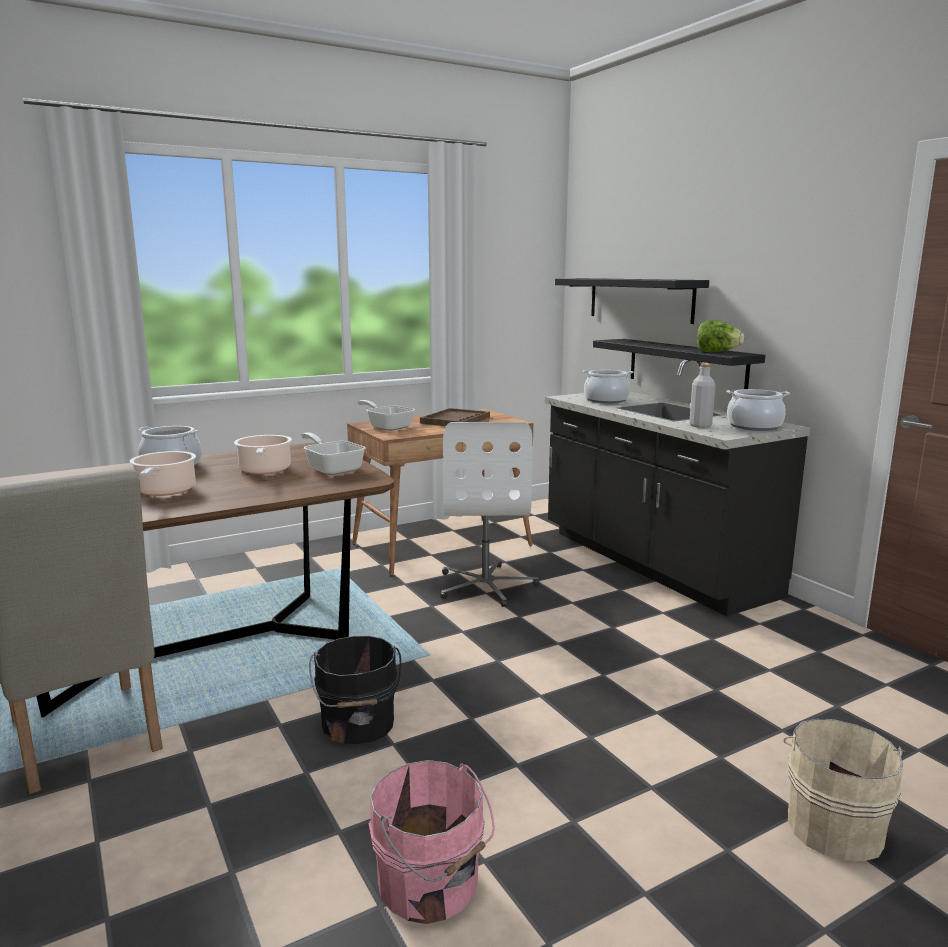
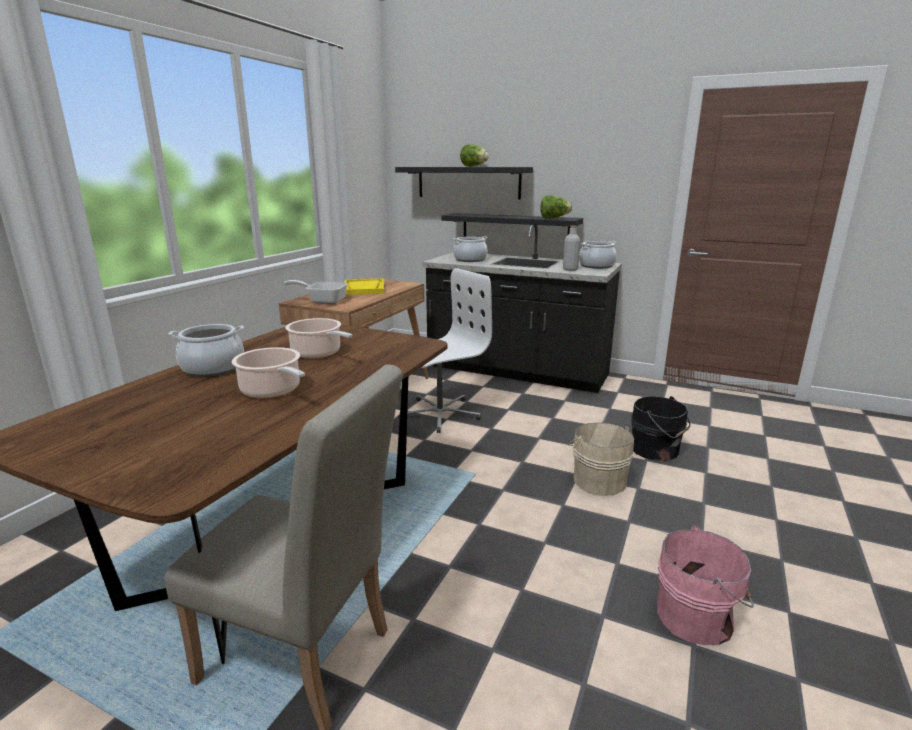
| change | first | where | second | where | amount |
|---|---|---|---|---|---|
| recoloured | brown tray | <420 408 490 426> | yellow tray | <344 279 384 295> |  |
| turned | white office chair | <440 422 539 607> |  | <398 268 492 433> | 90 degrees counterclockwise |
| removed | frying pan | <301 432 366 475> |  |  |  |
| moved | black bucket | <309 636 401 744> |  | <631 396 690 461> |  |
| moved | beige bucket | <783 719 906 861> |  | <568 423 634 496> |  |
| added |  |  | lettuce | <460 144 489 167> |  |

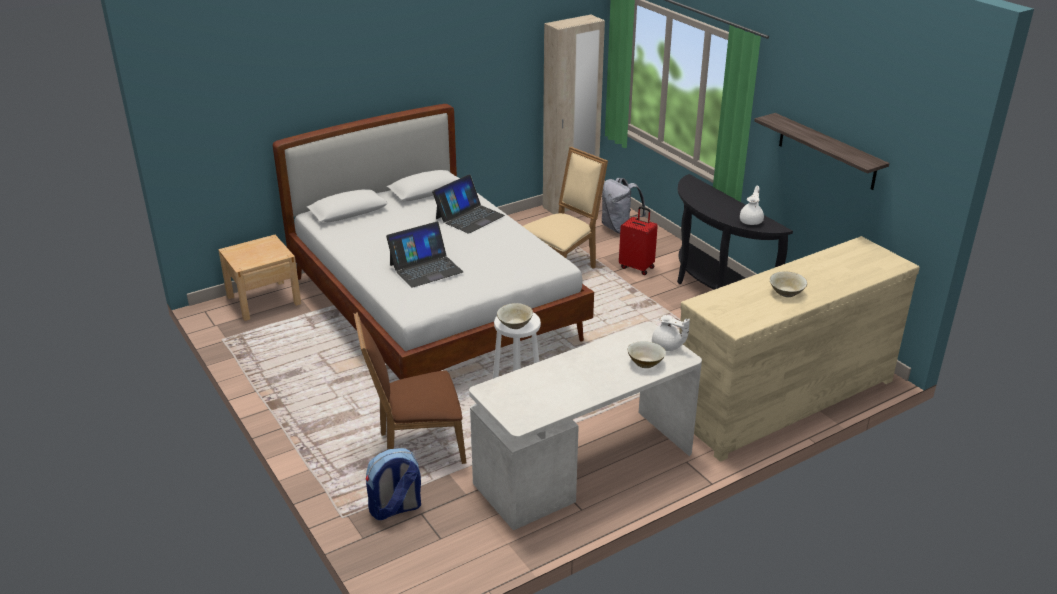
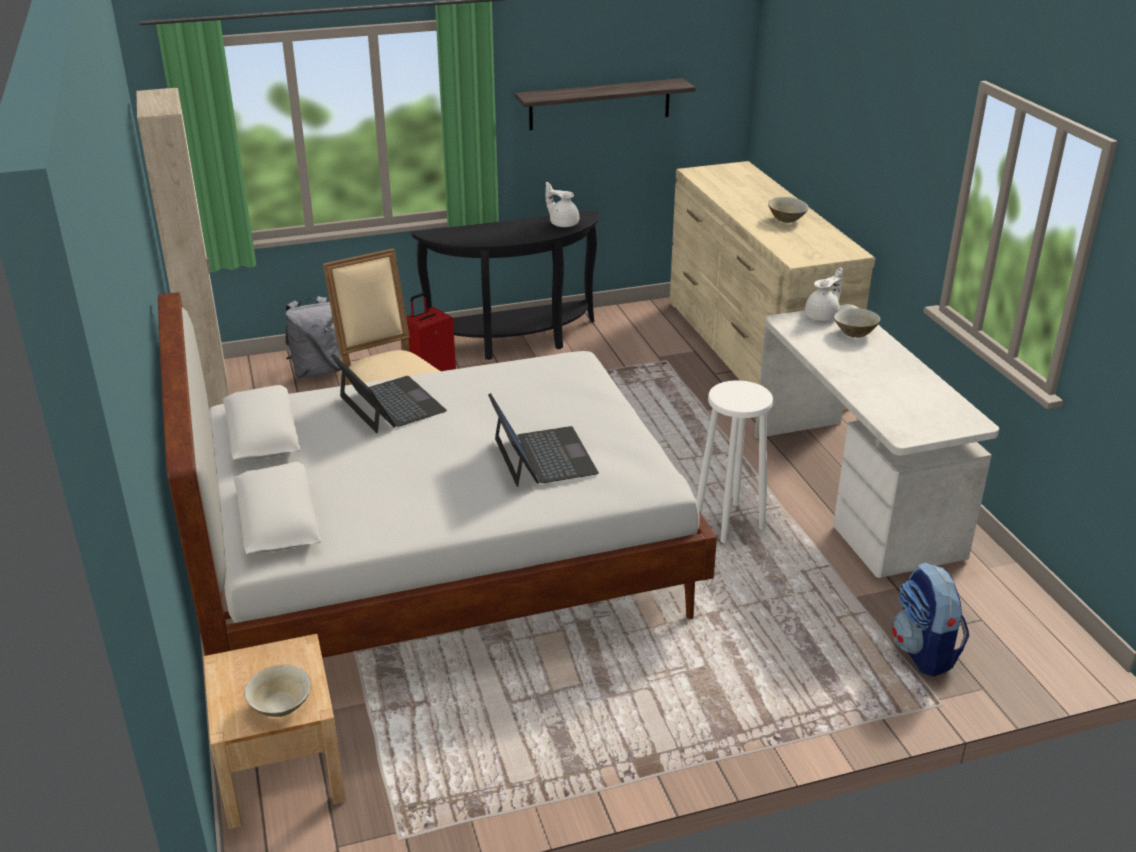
| change | first | where | second | where | amount |
|---|---|---|---|---|---|
| moved | beige bowl | <497 303 533 329> |  | <244 665 311 717> |  |
| removed | brown chair | <354 313 466 464> |  |  |  |

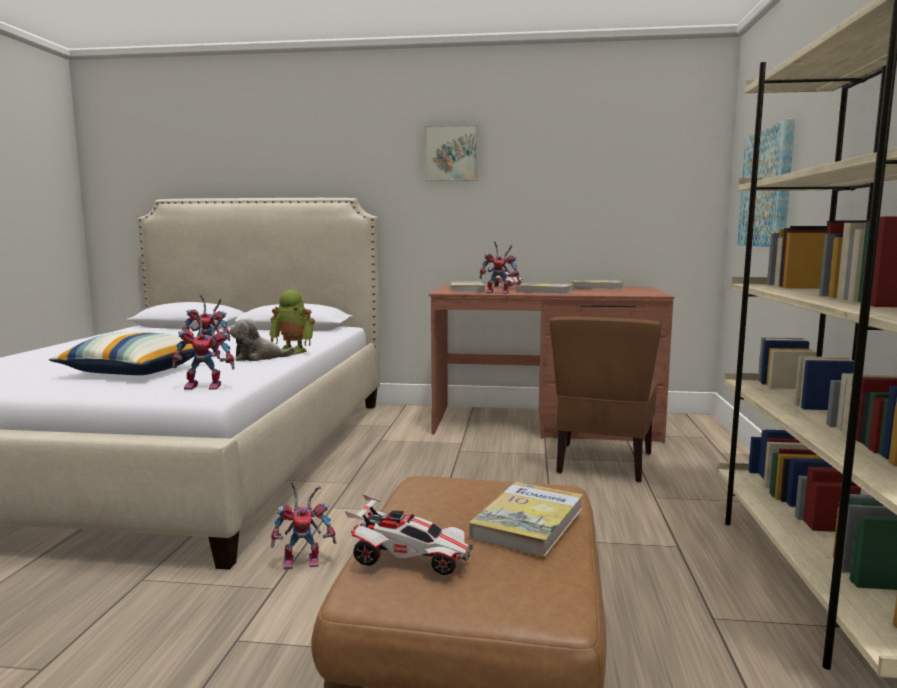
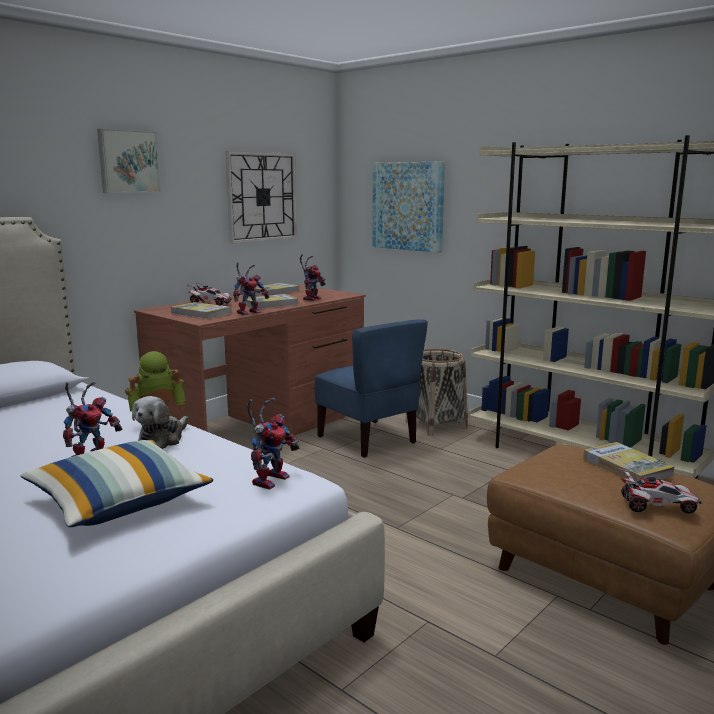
| change | first | where | second | where | amount |
|---|---|---|---|---|---|
| recoloured | brown chair | <550 316 662 482> | blue chair | <315 319 428 458> |  |
| moved | toy robot | <271 481 336 570> |  | <300 254 326 301> |  |
| turned | toy car | <345 494 473 575> |  | <618 468 702 514> | 45 degrees clockwise |
| added |  |  | wall clock | <225 151 297 244> |  |
| added |  |  | basket | <405 349 468 436> |  |

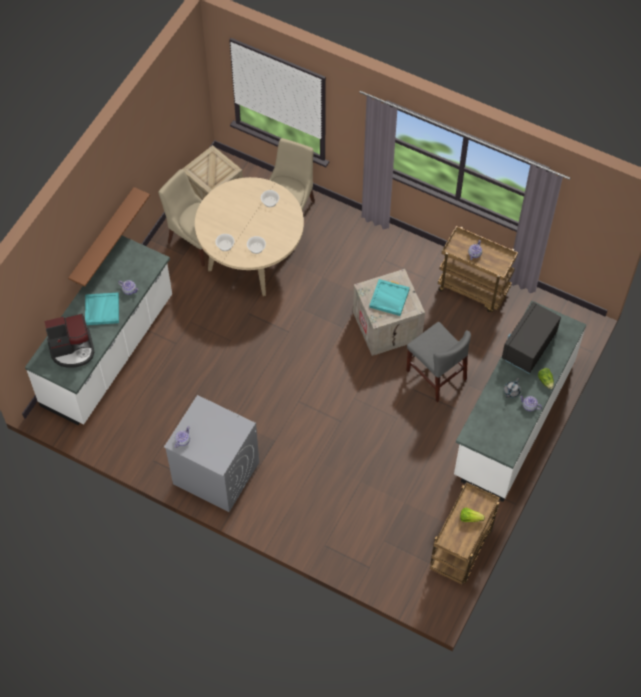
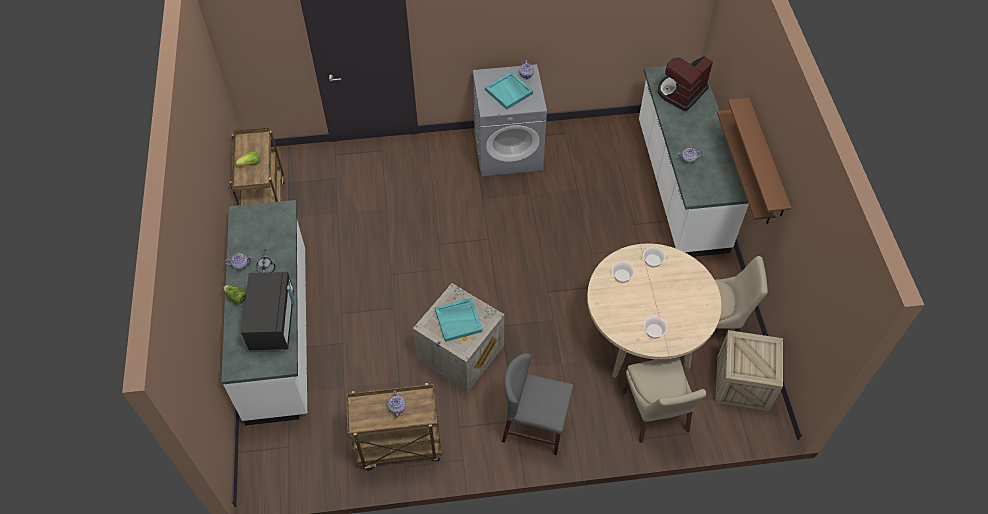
| change | first | where | second | where | amount |
|---|---|---|---|---|---|
| moved | turquoise tray | <85 293 119 325> |  | <485 72 533 110> |  |
| moved | grey chair | <407 322 471 402> |  | <502 353 574 455> |  |
| added |  |  | brown shelf | <728 98 791 216> |  |

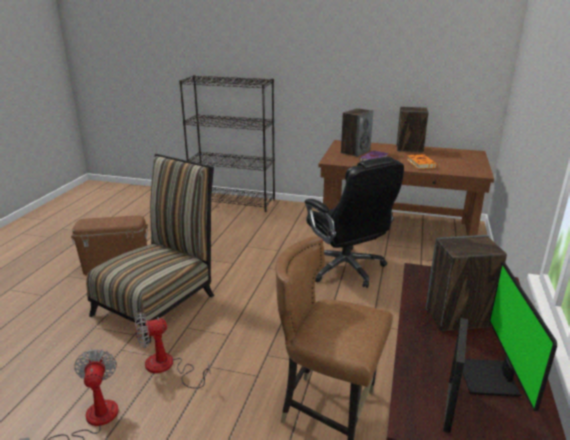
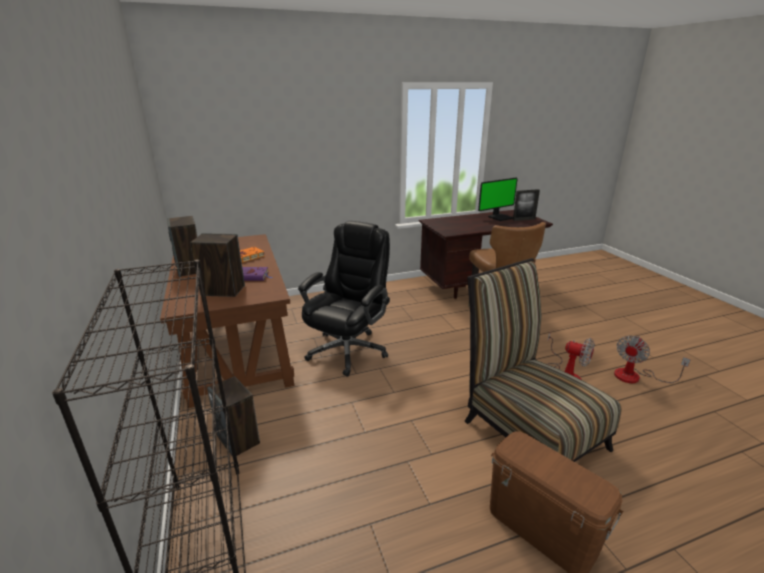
| change | first | where | second | where | amount |
|---|---|---|---|---|---|
| turned | chair | <86 154 214 345> |  | <465 258 621 462> | 60 degrees clockwise |
| moved | speaker | <426 235 507 331> |  | <207 376 260 457> |  |

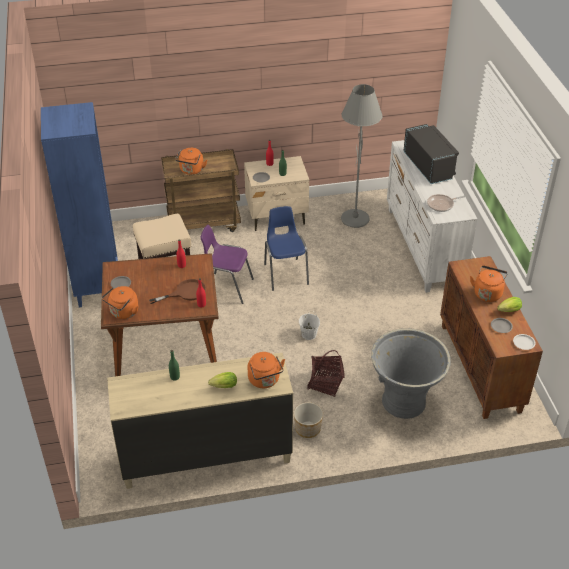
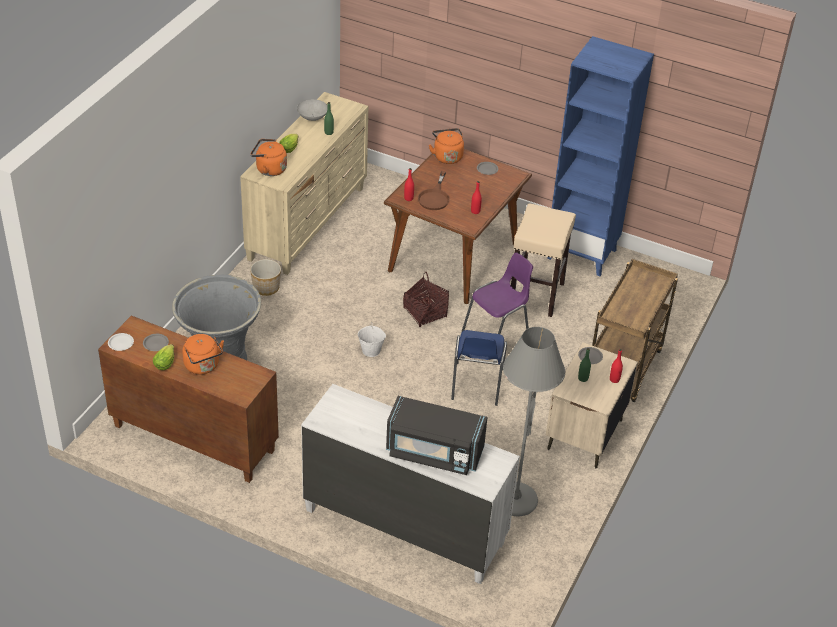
| change | first | where | second | where | amount |
|---|---|---|---|---|---|
| removed | orange kettle | <175 148 207 175> |  |  |  |
| removed | frying pan | <427 194 466 212> |  |  |  |
| turned | blue chair | <264 206 309 291> |  | <451 330 507 406> | 75 degrees clockwise |
| moved | basket | <307 350 345 397> |  | <403 272 449 327> |  |
| added |  |  | grey bowl | <297 99 328 121> |  |

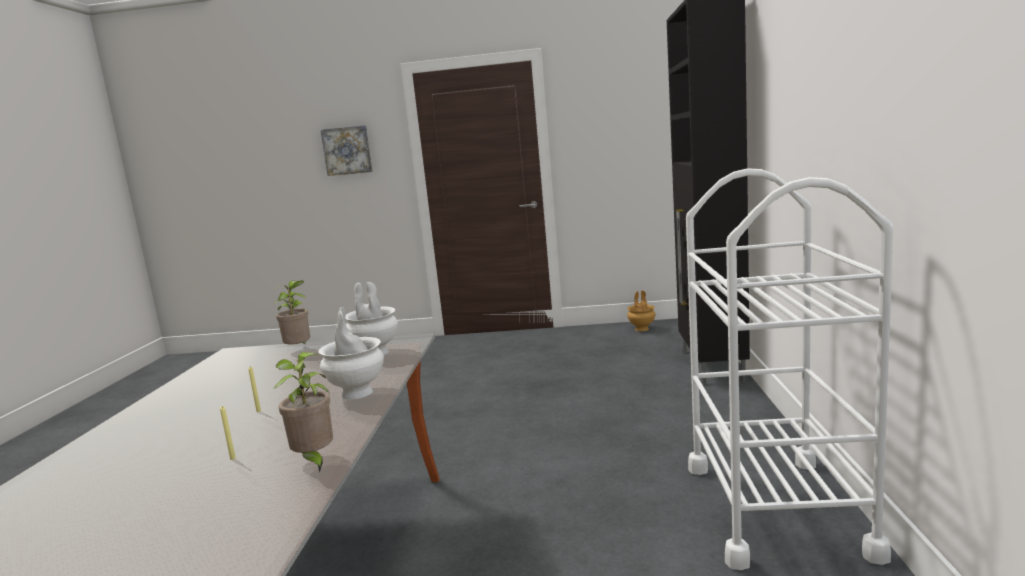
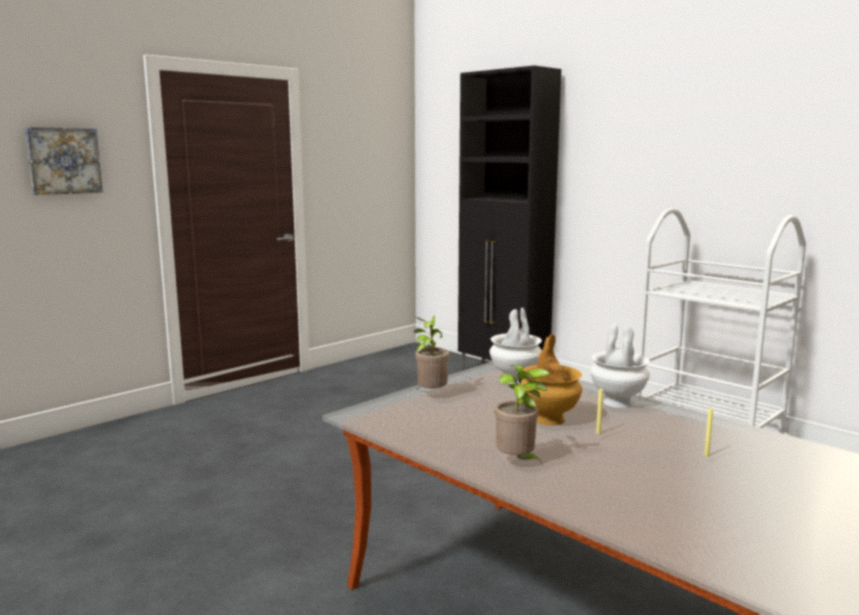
| change | first | where | second | where | amount |
|---|---|---|---|---|---|
| moved | brown vase | <627 290 655 331> |  | <520 334 582 426> |  |
| moved | potted plant | <273 352 333 473> |  | <495 365 550 463> |  |

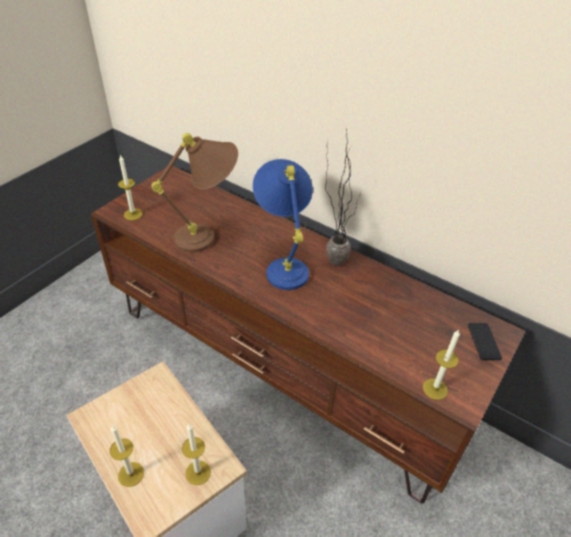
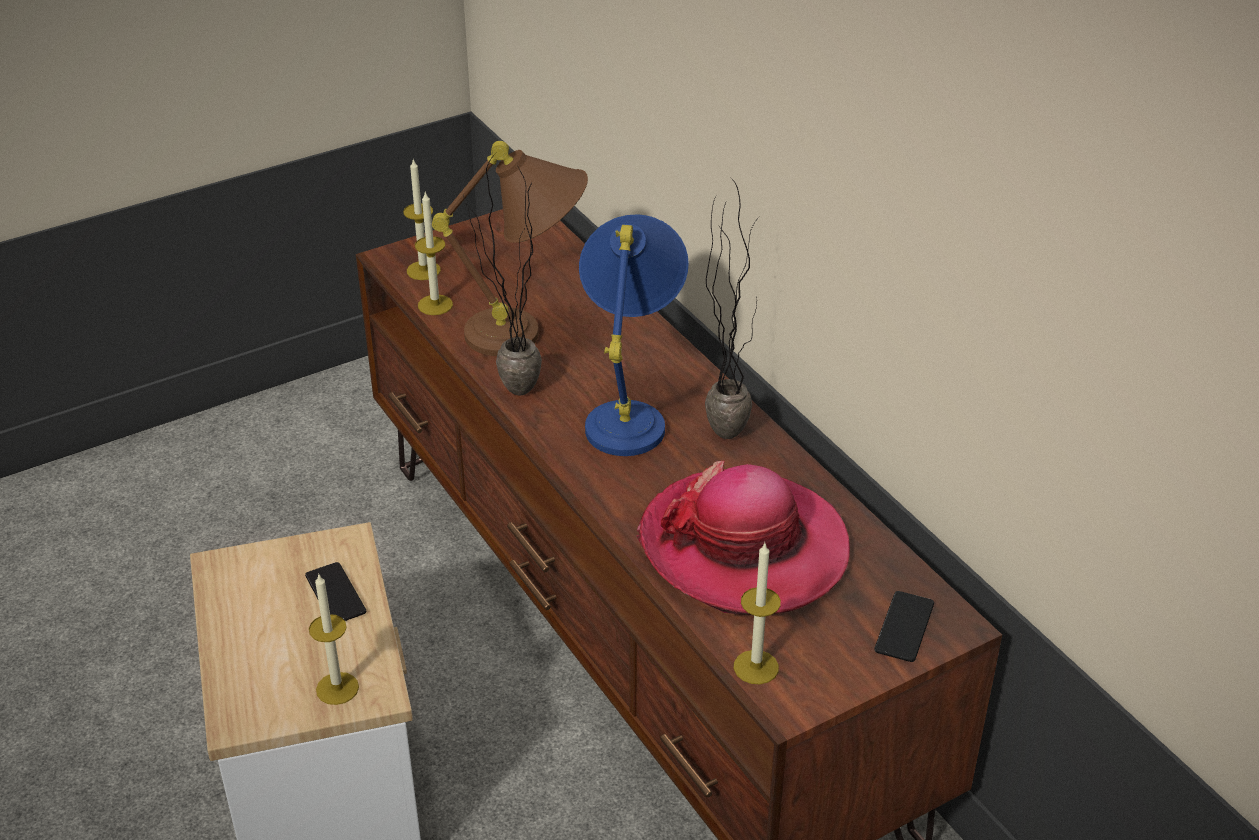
| change | first | where | second | where | amount |
|---|---|---|---|---|---|
| moved | candle | <110 425 144 487> |  | <415 191 453 315> |  |
| added |  |  | potted plant | <463 153 542 395> |  |
| added |  |  | hat | <636 461 850 614> |  |
| added |  |  | phone | <305 562 366 621> |  |

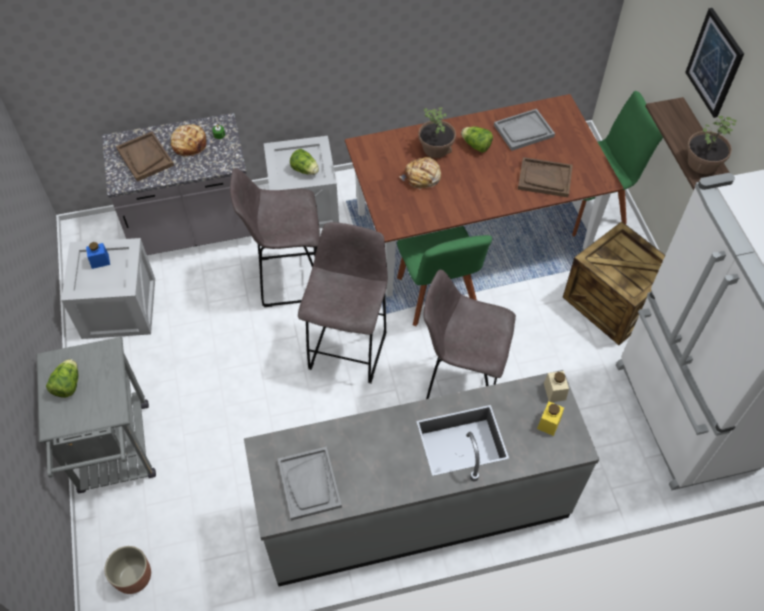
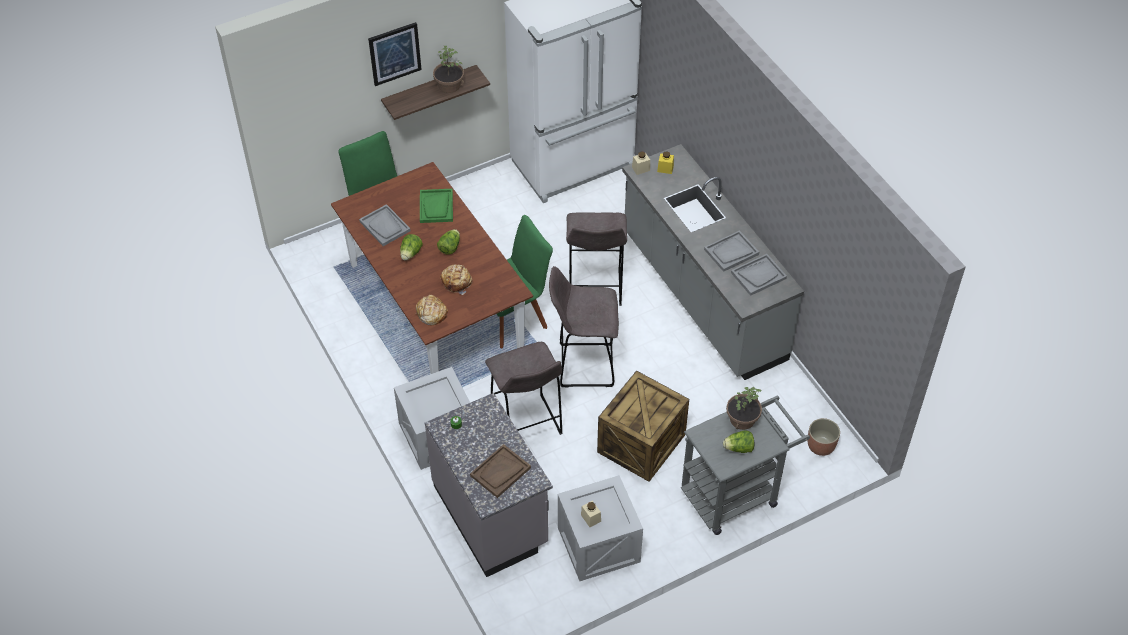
| change | first | where | second | where | amount |
|---|---|---|---|---|---|
| moved | potted plant | <418 107 456 158> |  | <726 387 762 430> |  |
| moved | bread | <171 124 213 157> |  | <415 295 448 325> |  |
| moved | lettuce | <290 149 319 175> |  | <437 229 460 255> |  |
| recoloured | brown tray | <518 157 573 197> | green tray | <420 189 453 223> |  |
| moved | crate | <563 221 665 345> |  | <597 370 689 482> |  |
| recoloured | blue jar | <86 242 110 269> | beige jar | <581 501 601 527> |  |
| added |  |  | grey tray | <704 230 759 272> |  |

